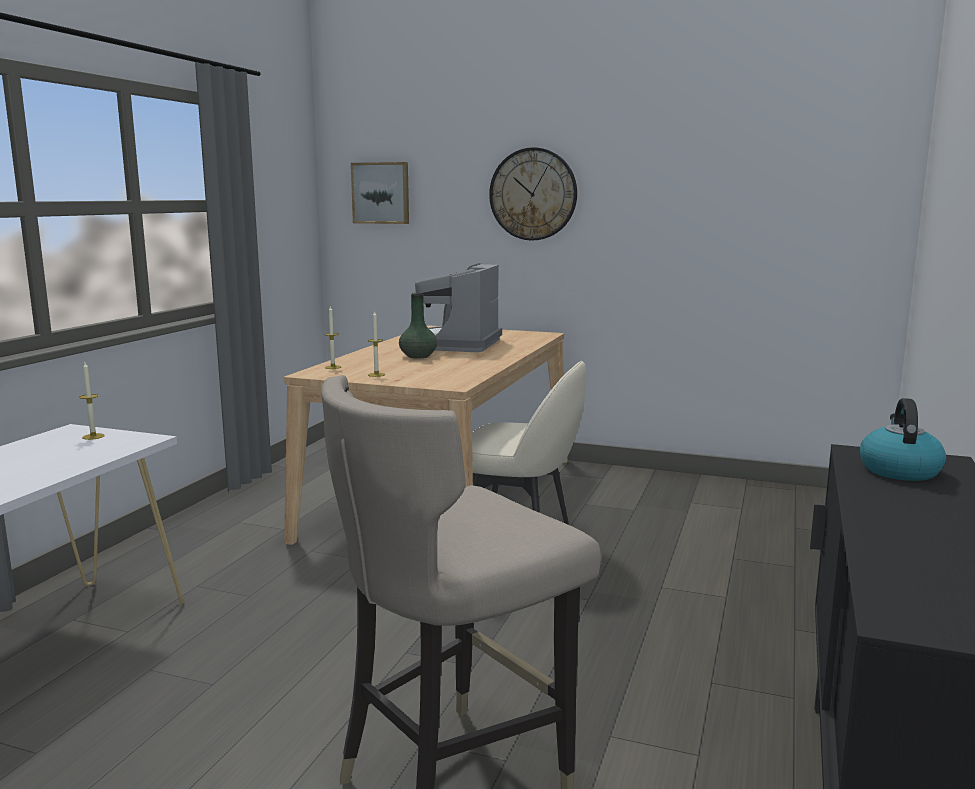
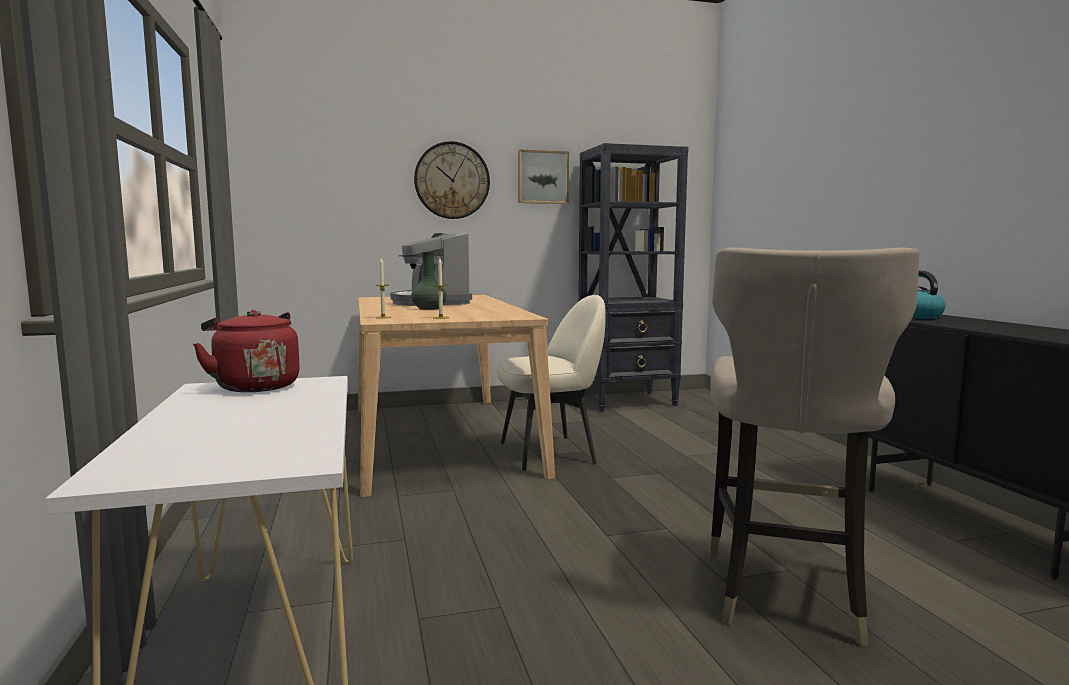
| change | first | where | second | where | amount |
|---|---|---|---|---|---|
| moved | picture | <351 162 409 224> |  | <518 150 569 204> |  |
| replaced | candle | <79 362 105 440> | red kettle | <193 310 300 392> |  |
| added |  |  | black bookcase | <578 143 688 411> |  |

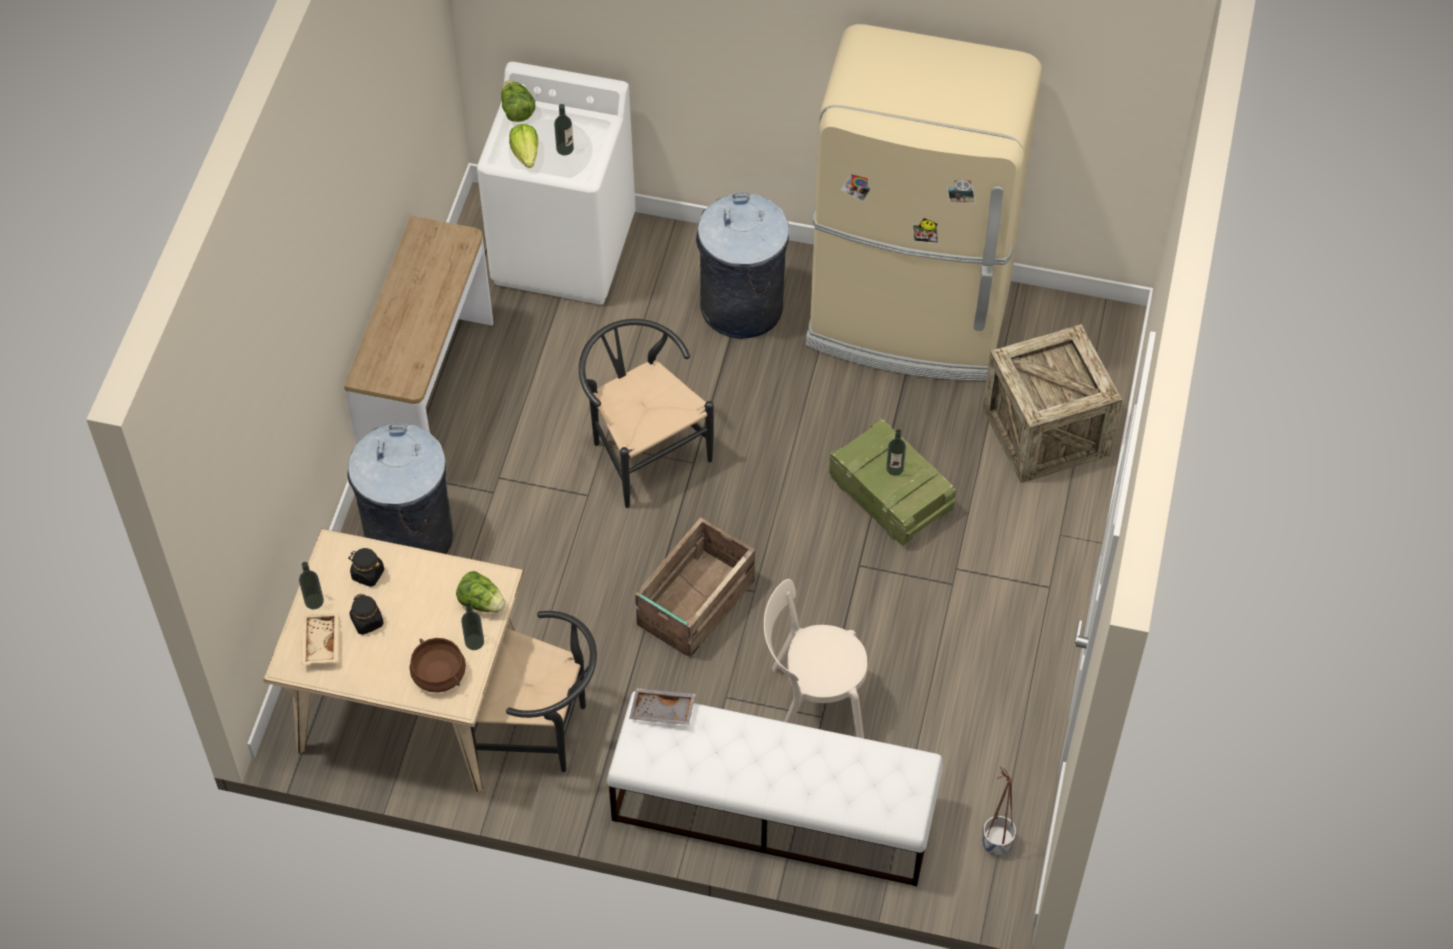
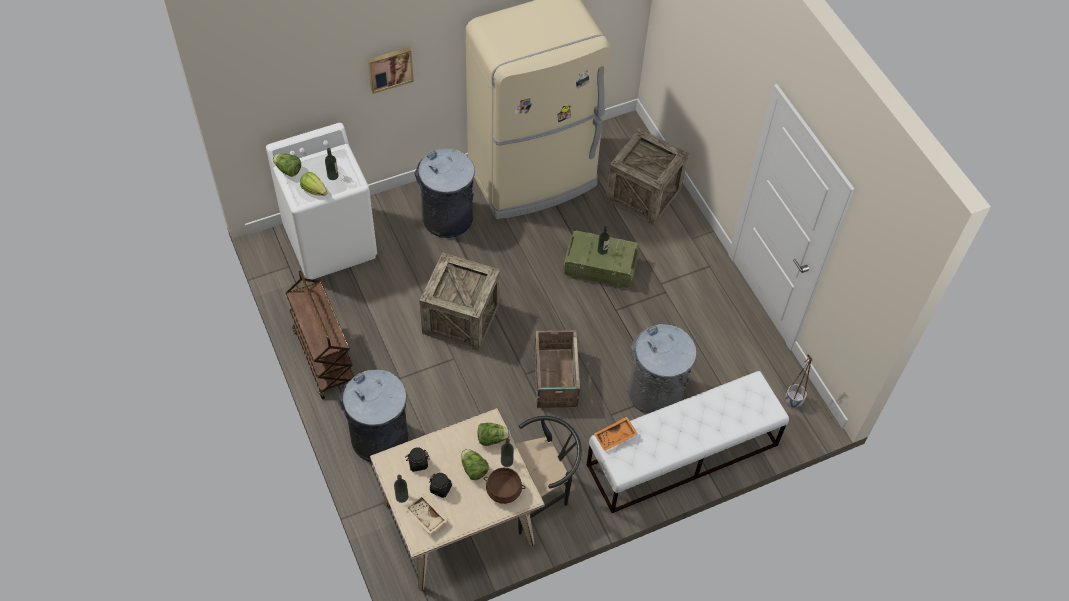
| change | first | where | second | where | amount |
|---|---|---|---|---|---|
| replaced | console table | <344 216 493 444> | brown cart | <286 271 354 399> |  |
| replaced | black chair | <579 319 714 508> | crate | <419 252 500 351> |  |
| replaced | beige chair | <764 579 867 738> | grey trash can | <628 324 697 414> |  |
| recoloured | grey tray | <629 688 695 725> | orange tray | <594 417 638 451> |  |
| added |  |  | picture | <368 47 414 94> |  |
| added |  |  | lettuce | <461 449 489 480> |  |

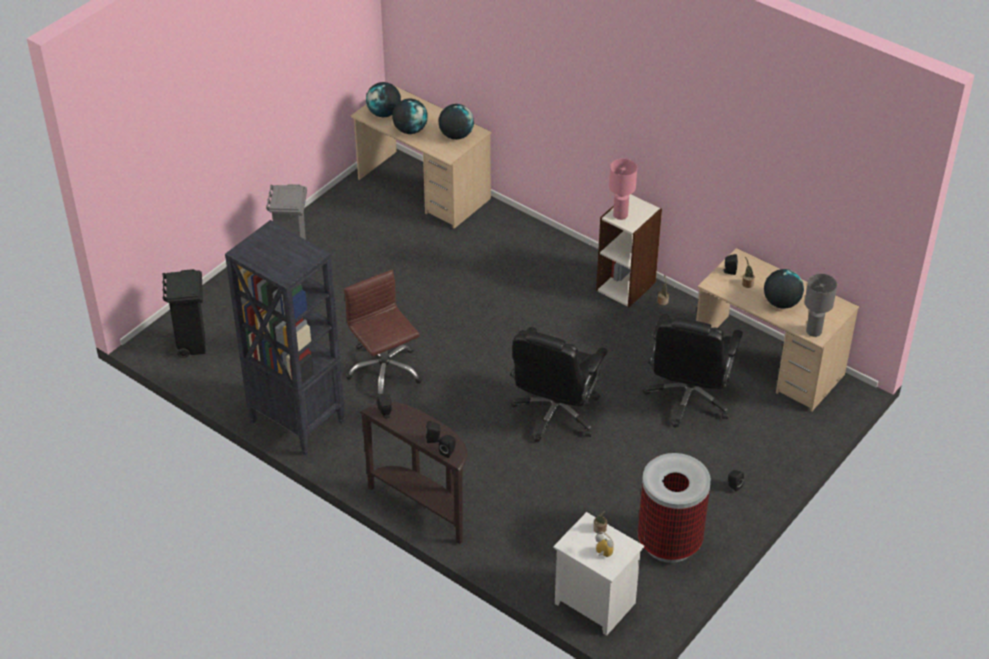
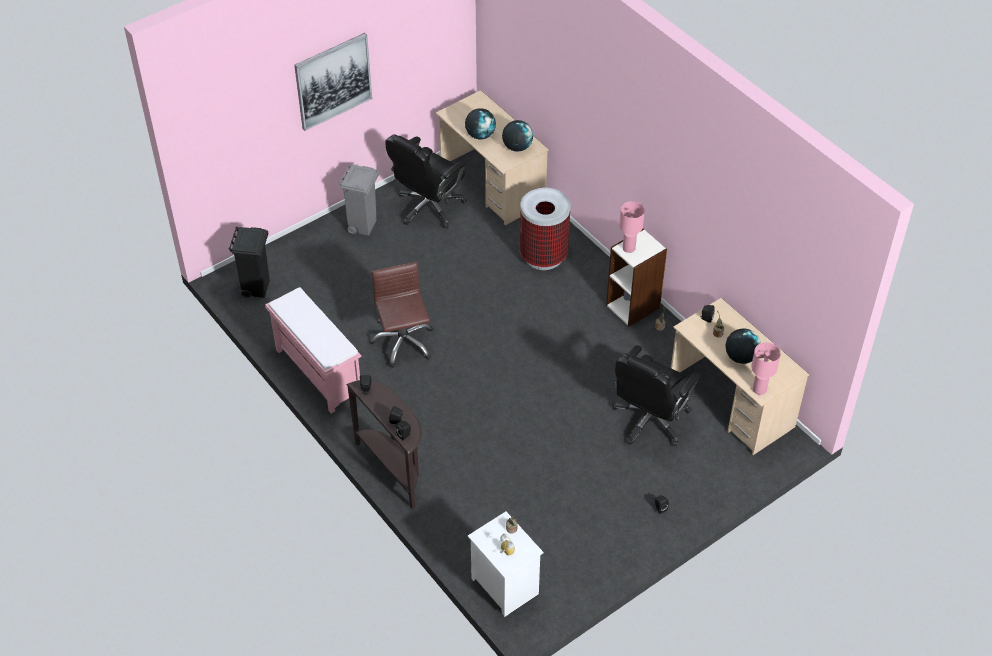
| change | first | where | second | where | amount |
|---|---|---|---|---|---|
| removed | globe | <366 82 401 117> |  |  |  |
| replaced | black bookcase | <225 220 345 455> | pink bench | <265 287 362 413> |  |
| recoloured | grey table lamp | <805 274 837 337> | pink table lamp | <751 342 781 395> |  |
| moved | black office chair | <511 327 608 442> |  | <385 134 467 229> |  |
| moved | trash can | <638 453 711 563> |  | <520 188 570 270> |  |
| added |  |  | picture | <294 33 372 131> |  |

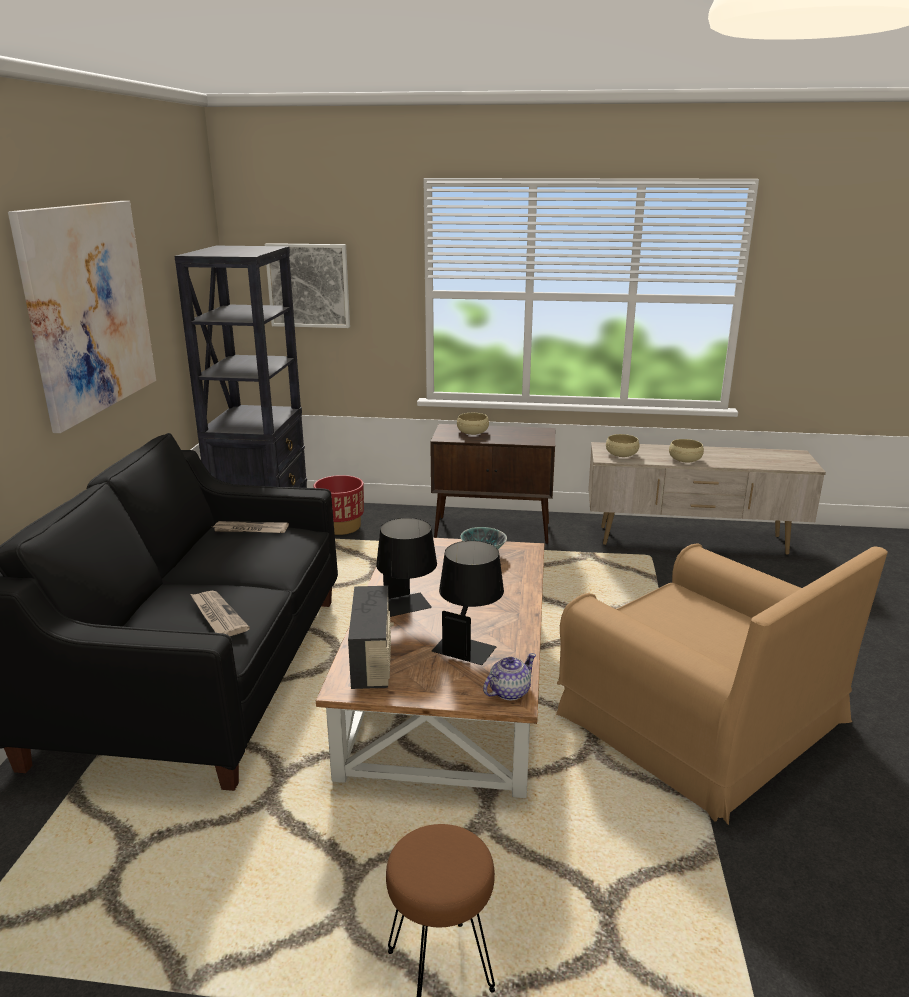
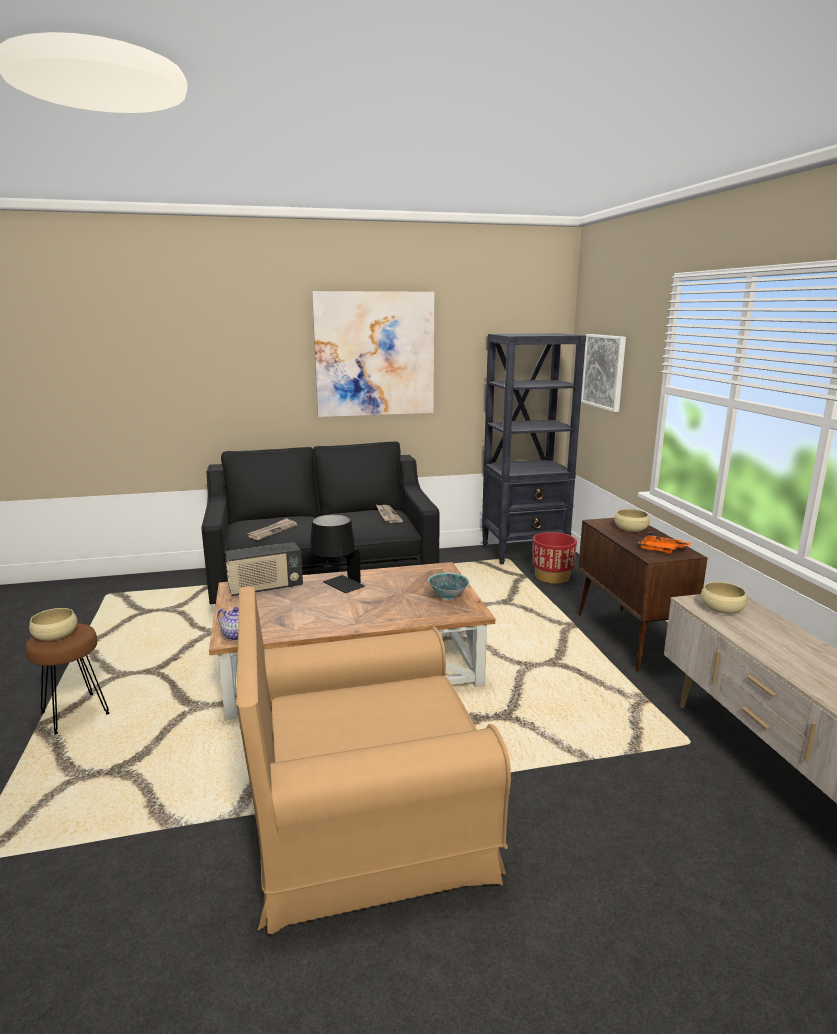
| change | first | where | second | where | amount |
|---|---|---|---|---|---|
| moved | beige bowl | <669 439 704 462> |  | <29 608 77 641> |  |
| removed | black table lamp | <432 541 504 665> |  |  |  |
| turned | brown armchair | <556 543 887 825> |  | <236 586 511 934> | 45 degrees clockwise |
| added |  |  | orange tray | <638 532 691 554> |  |

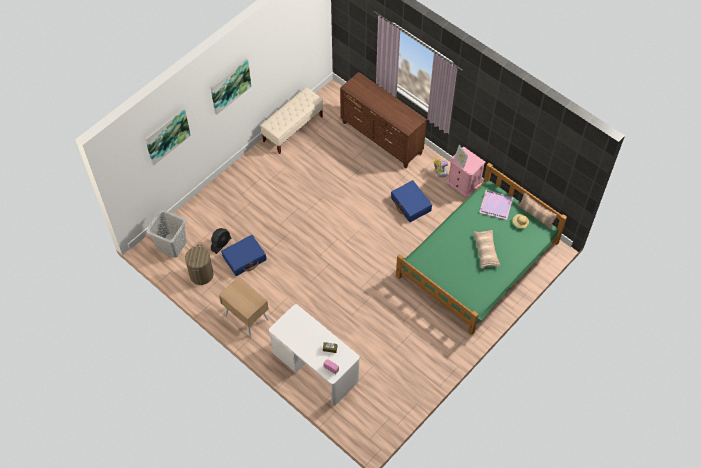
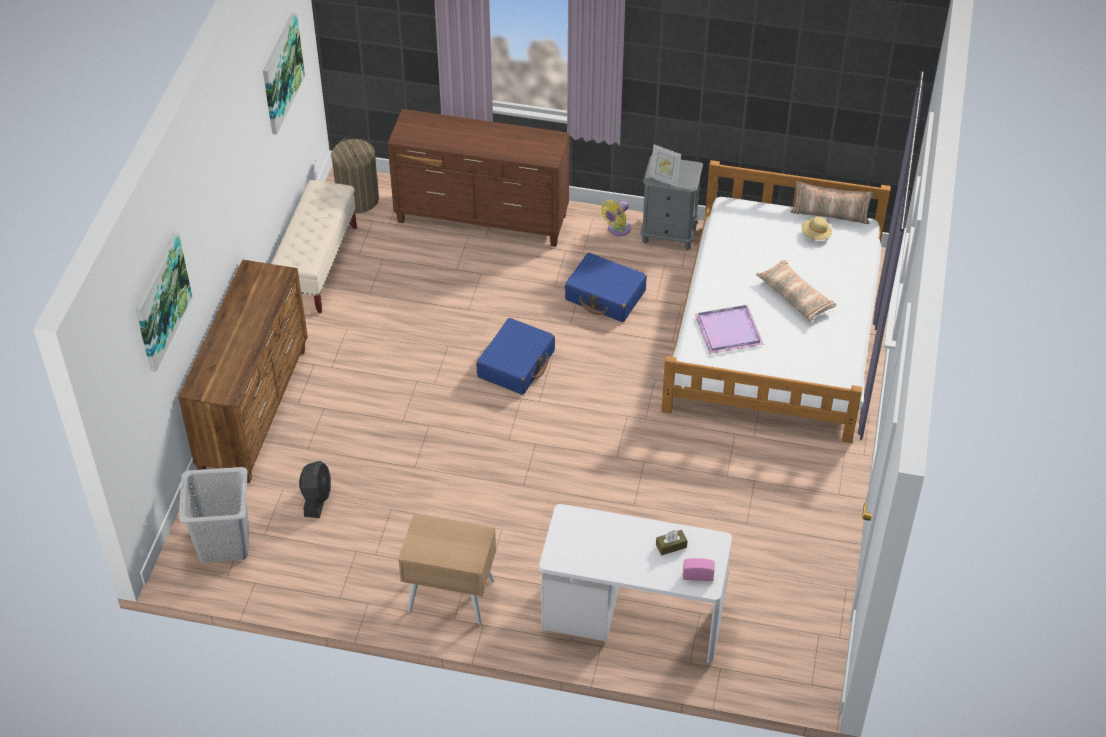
| change | first | where | second | where | amount |
|---|---|---|---|---|---|
| moved | picture | <210 58 251 115> |  | <263 13 305 135> |  |
| recoloured | pink nightstand | <447 147 486 199> | grey nightstand | <640 155 703 250> |  |
| recoloured | green bed | <396 163 567 335> | white bed | <661 160 891 443> |  |
| moved | purple tray | <479 190 513 220> |  | <695 305 764 354> |  |
| moved | blue suitcase | <221 235 267 276> |  | <476 318 555 395> |  |
| moved | laundry basket | <185 245 214 285> |  | <331 139 379 213> |  |
| added |  |  | brown dresser | <178 260 308 483> |  |

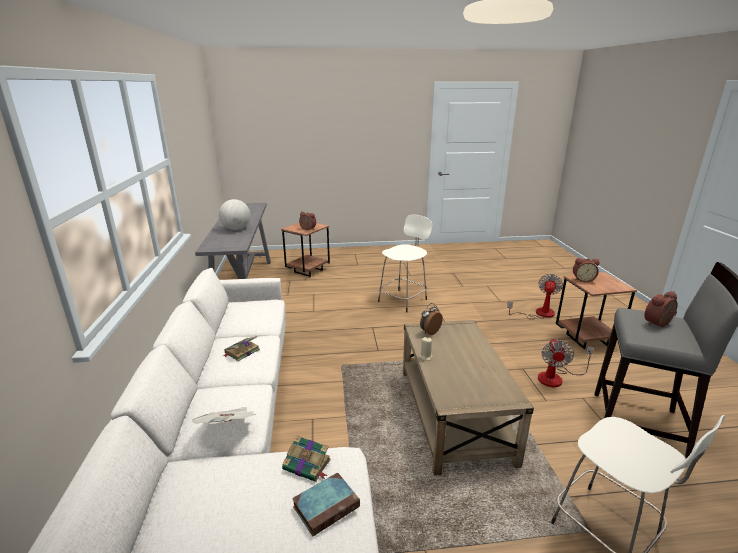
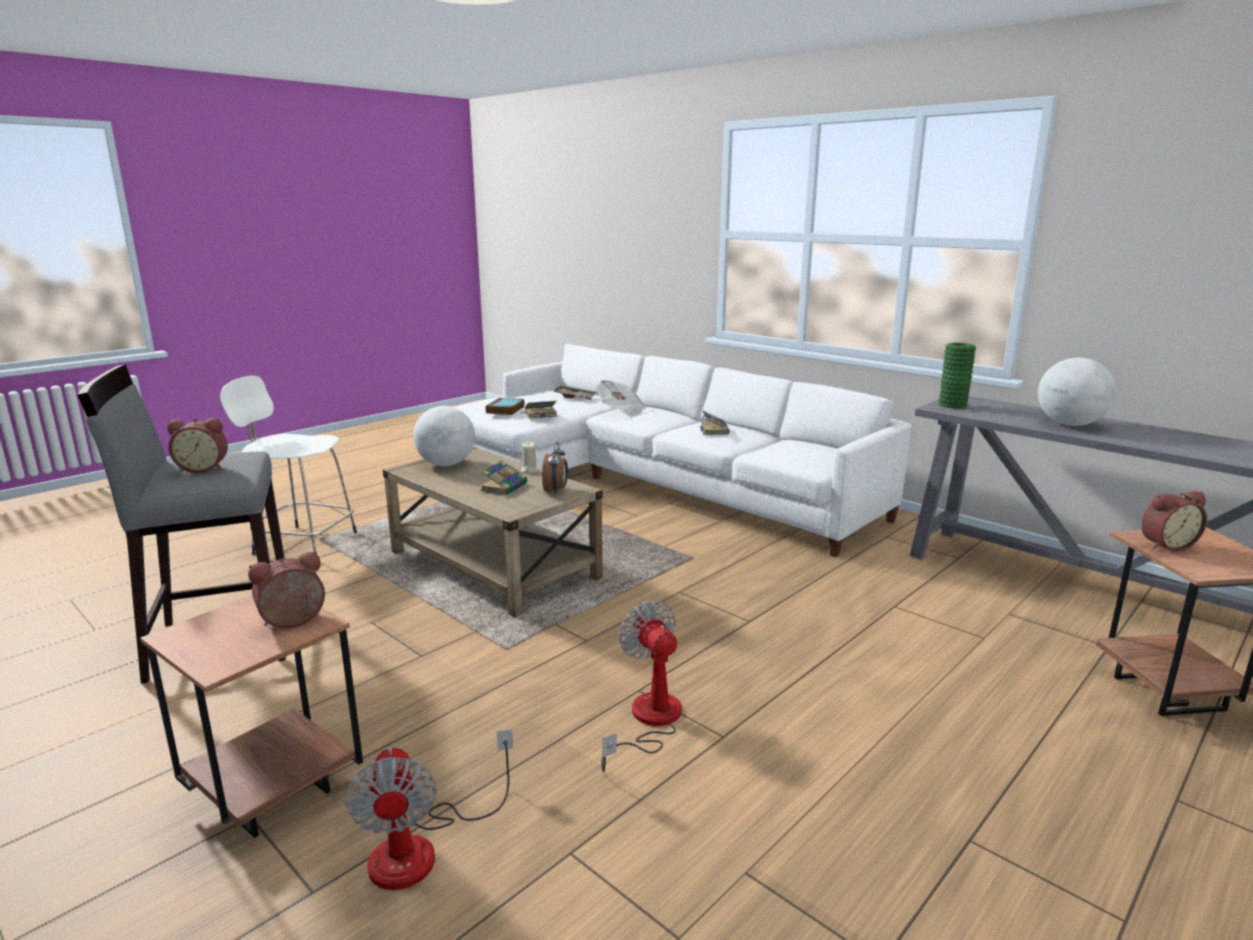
| change | first | where | second | where | amount |
|---|---|---|---|---|---|
| removed | white stool | <378 215 432 312> |  |  |  |
| turned | alarm clock | <644 291 678 327> |  | <167 418 228 473> | 60 degrees clockwise |
| moved | fan | <538 339 594 387> |  | <601 600 682 772> |  |
| added |  |  | green vase | <939 342 976 409> |  |
| added |  |  | grey tray | <551 384 598 400> |  |
| added |  |  | globe | <413 406 475 466> |  |
| added |  |  | book | <480 460 527 496> |  |

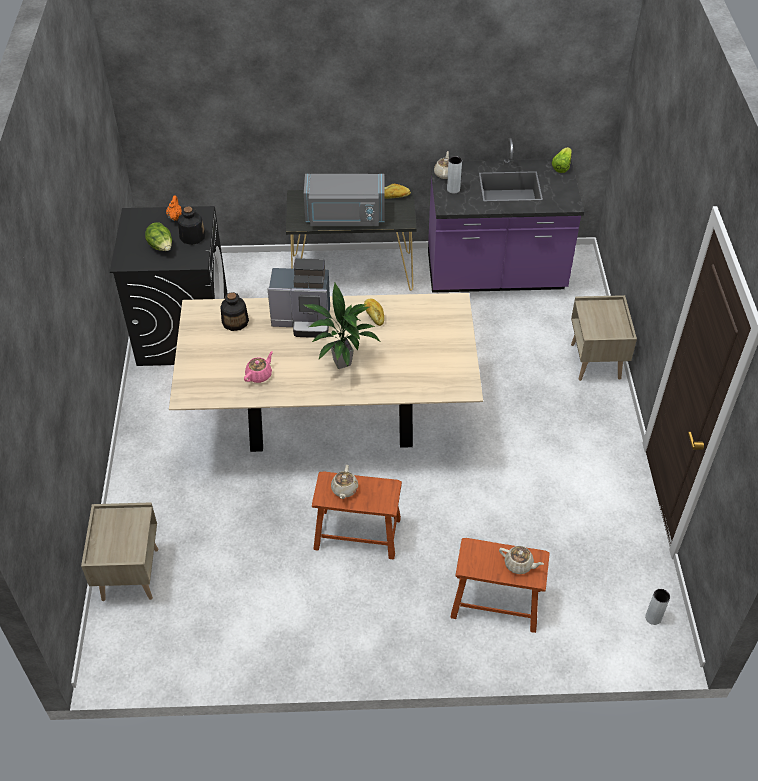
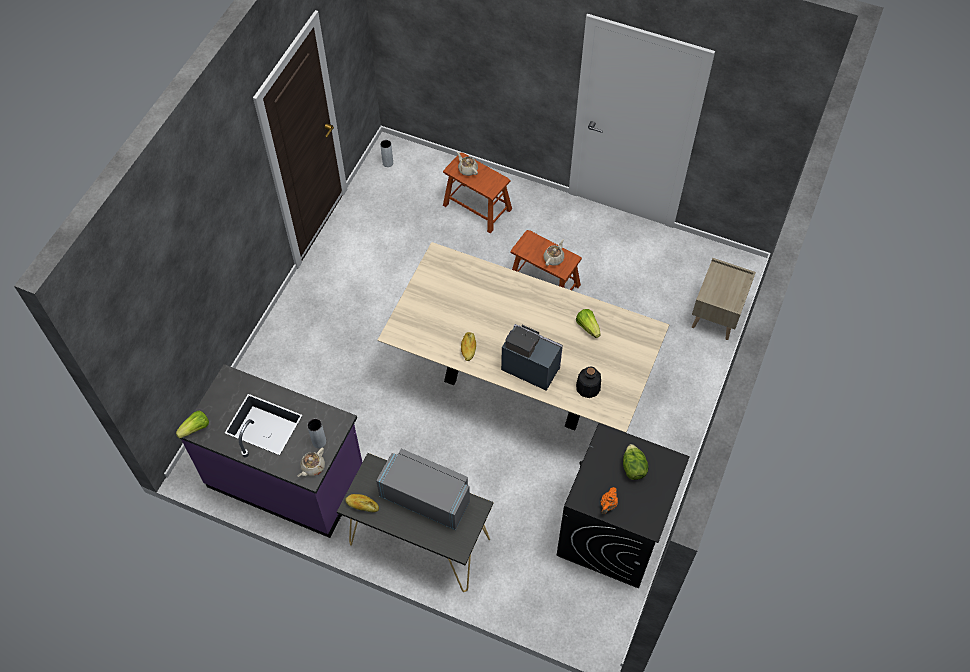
| change | first | where | second | where | amount |
|---|---|---|---|---|---|
| removed | bottle | <178 206 205 245> |  |  |  |
| removed | potted plant | <304 283 381 369> |  |  |  |
| removed | beige nightstand | <571 295 637 381> |  |  |  |
| replaced | pink teapot | <244 351 273 383> | lettuce | <576 309 601 338> |  |

